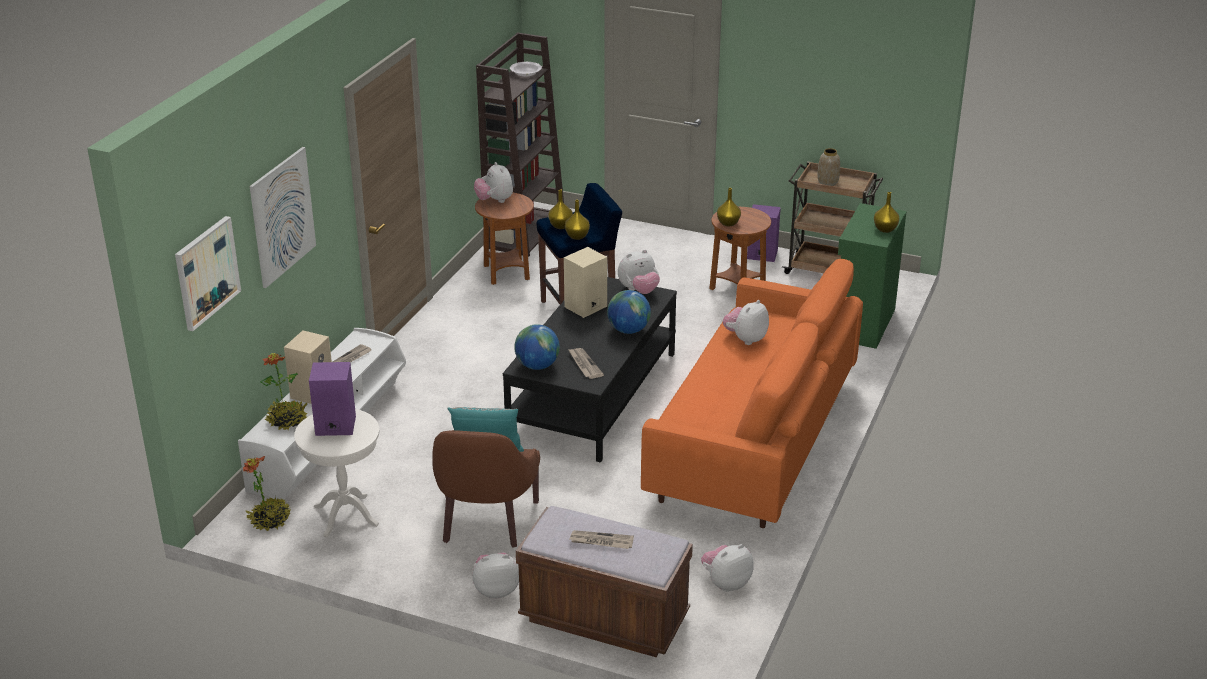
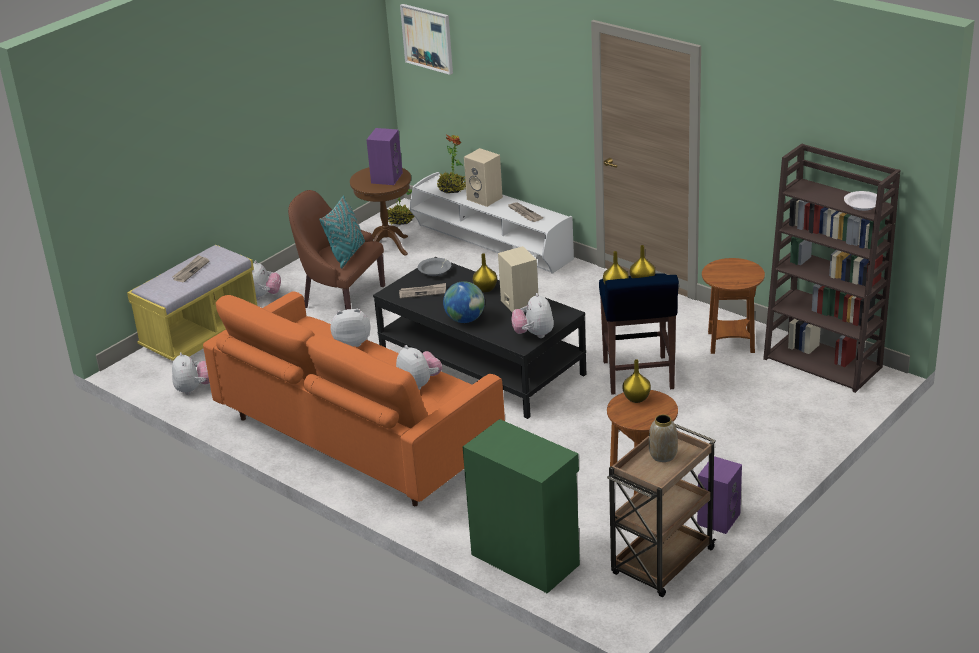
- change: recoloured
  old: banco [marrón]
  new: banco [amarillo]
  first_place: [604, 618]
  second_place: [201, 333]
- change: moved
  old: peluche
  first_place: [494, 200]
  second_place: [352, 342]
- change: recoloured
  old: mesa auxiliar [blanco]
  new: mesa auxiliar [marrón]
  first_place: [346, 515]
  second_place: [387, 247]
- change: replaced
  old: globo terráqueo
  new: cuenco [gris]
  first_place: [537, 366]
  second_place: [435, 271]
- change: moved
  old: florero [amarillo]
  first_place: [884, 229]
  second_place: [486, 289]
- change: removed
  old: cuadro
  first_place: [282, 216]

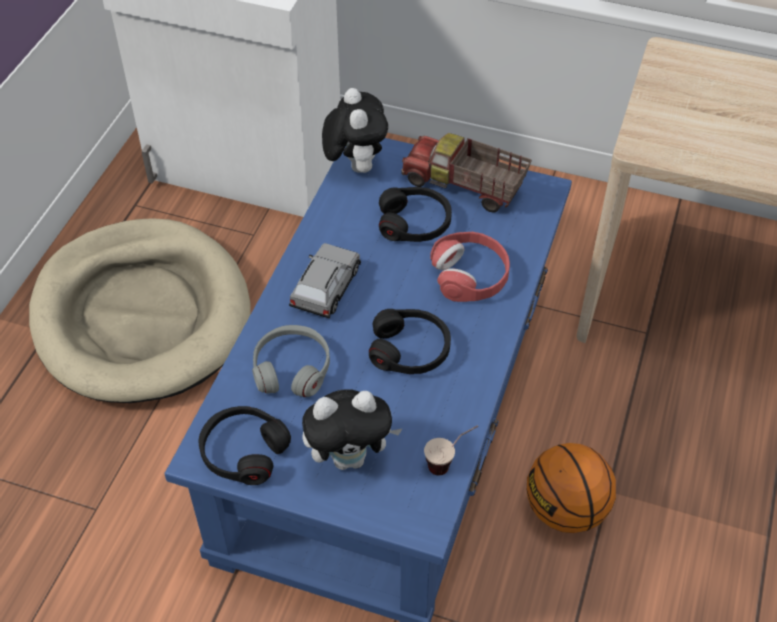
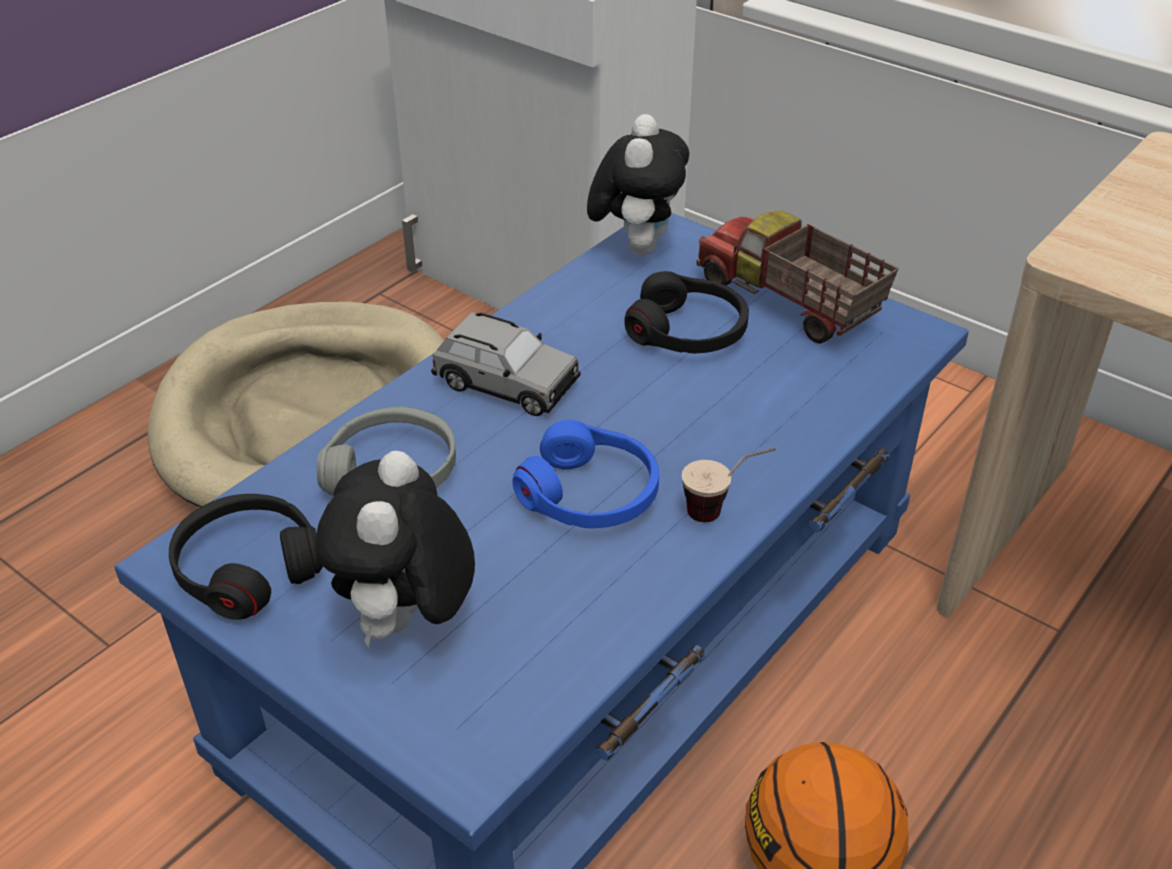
- change: turned
  old: peluche
  first_place: [350, 457]
  second_place: [406, 623]
  degrees: 90
- change: turned
  old: coche de juguete [gris]
  first_place: [326, 289]
  second_place: [506, 384]
  degrees: 75
- change: recoloured
  old: auriculares [negro]
  new: auriculares [azul]
  first_place: [410, 350]
  second_place: [590, 494]
- change: moved
  old: taza
  first_place: [450, 463]
  second_place: [723, 511]
- change: removed
  old: auriculares [rojo]
  first_place: [470, 275]

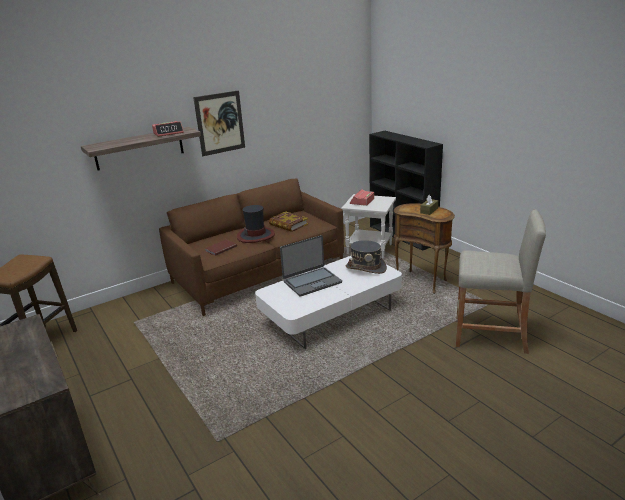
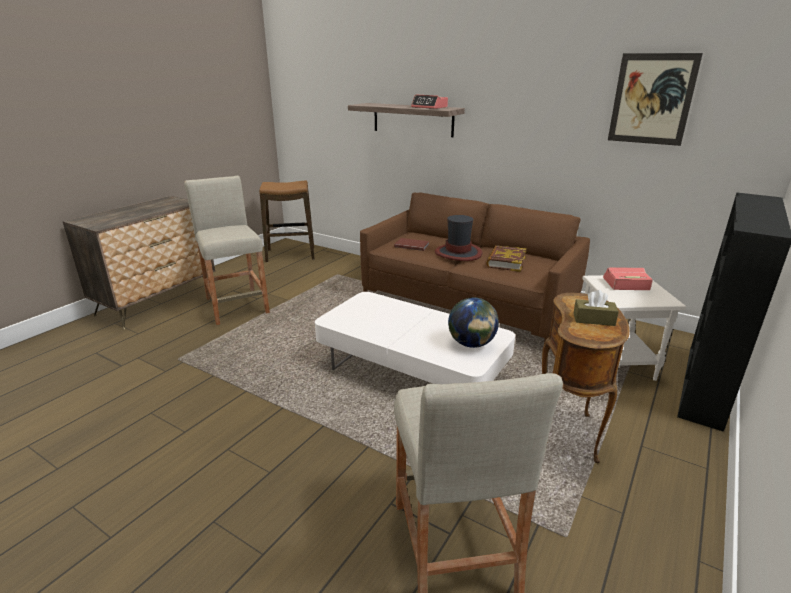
- change: added
  new: taburete [beis]
  second_place: [237, 305]
- change: replaced
  old: sombrero [gris]
  new: globo terráqueo
  first_place: [366, 268]
  second_place: [471, 344]
- change: moved
  old: cuadro
  first_place: [220, 123]
  second_place: [652, 99]
- change: removed
  old: portátil
  first_place: [312, 282]

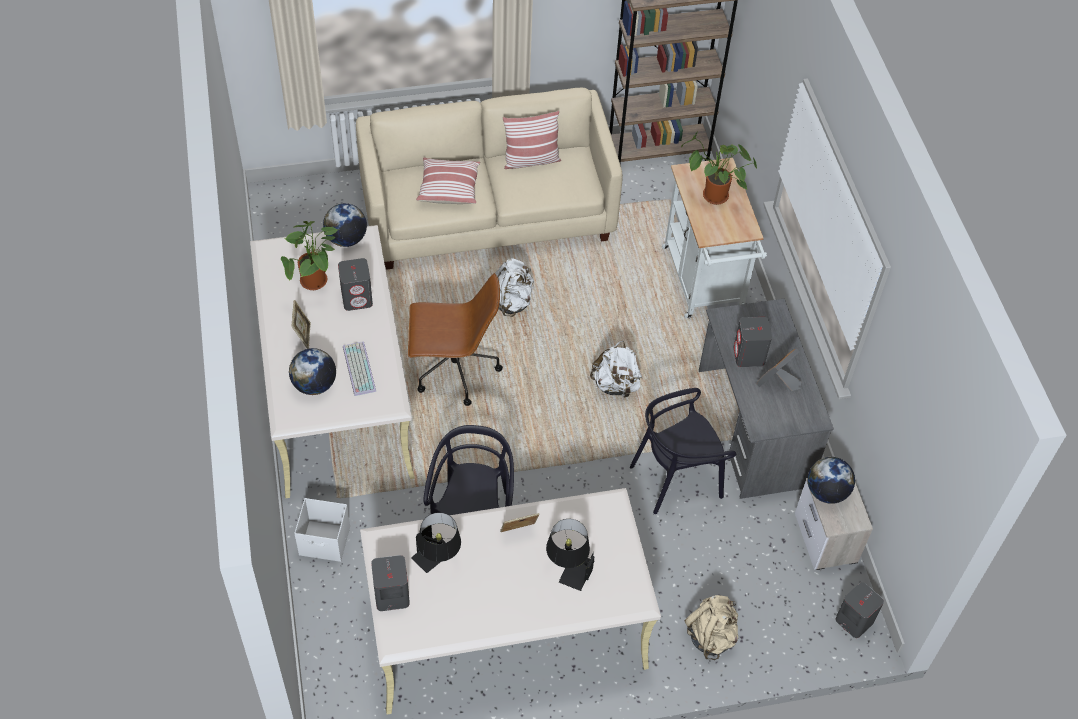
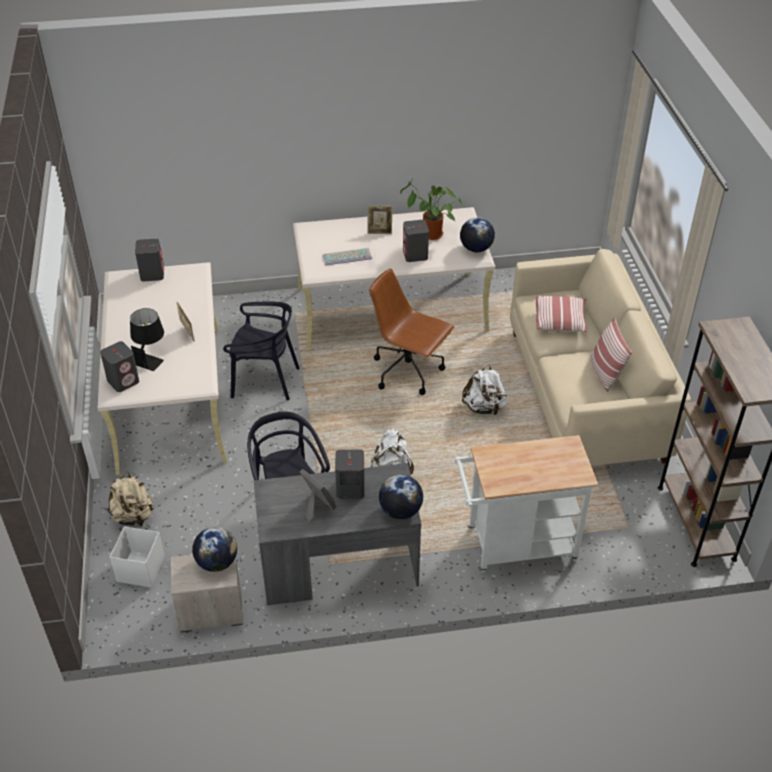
- change: moved
  old: altavoz [gris]
  first_place: [854, 620]
  second_place: [123, 381]
- change: moved
  old: caja de almacenaje [blanco]
  first_place: [325, 541]
  second_place: [140, 570]
- change: turned
  old: silla de oficina [marrón]
  first_place: [454, 371]
  second_place: [408, 372]
  degrees: 120
- change: moved
  old: globo terráqueo
  first_place: [314, 385]
  second_place: [400, 511]
- change: removed
  old: lámpara de mesa [negro]
  first_place: [438, 559]
- change: removed
  old: planta en maceta
  first_place: [712, 197]

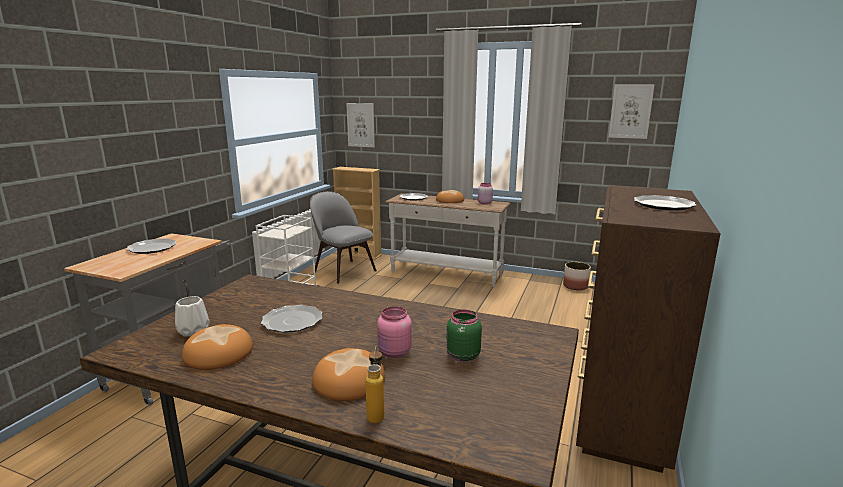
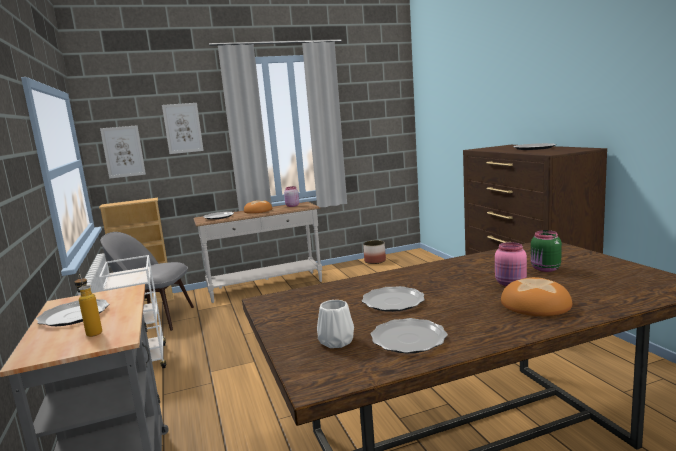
- change: moved
  old: botella
  first_place: [376, 413]
  second_place: [92, 332]
- change: moved
  old: cuadro
  first_place: [630, 111]
  second_place: [183, 128]
- change: replaced
  old: pan
  new: plato
  first_place: [217, 353]
  second_place: [408, 339]

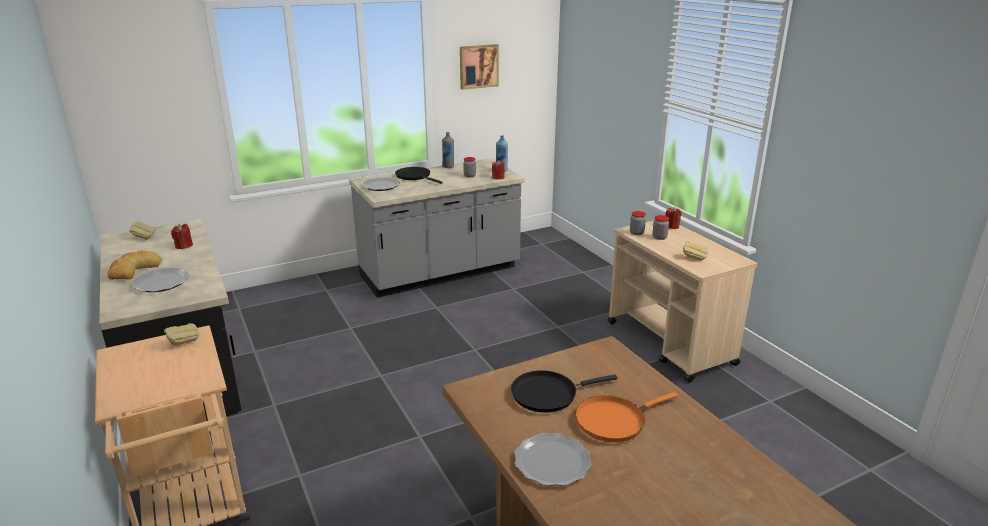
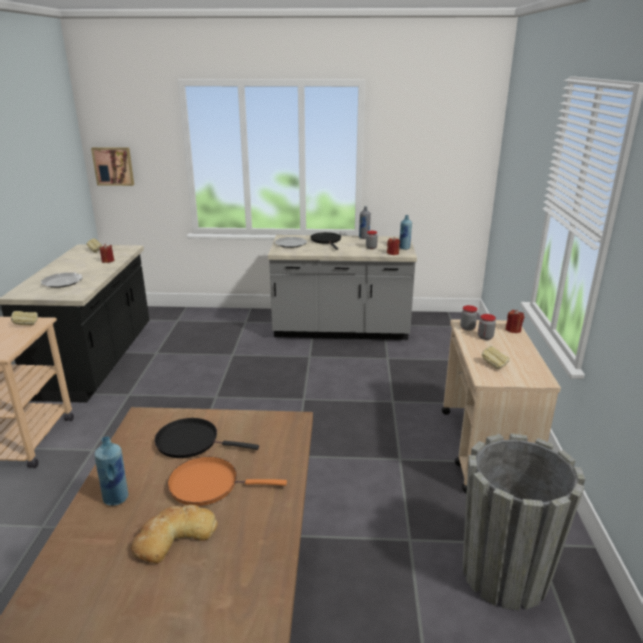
- change: moved
  old: cuadro
  first_place: [478, 66]
  second_place: [113, 166]
- change: replaced
  old: plato
  new: botella [azul]
  first_place: [552, 462]
  second_place: [116, 498]
- change: moved
  old: pan
  first_place: [133, 270]
  second_place: [174, 536]
- change: added
  new: maceta [gris]
  second_place: [504, 573]

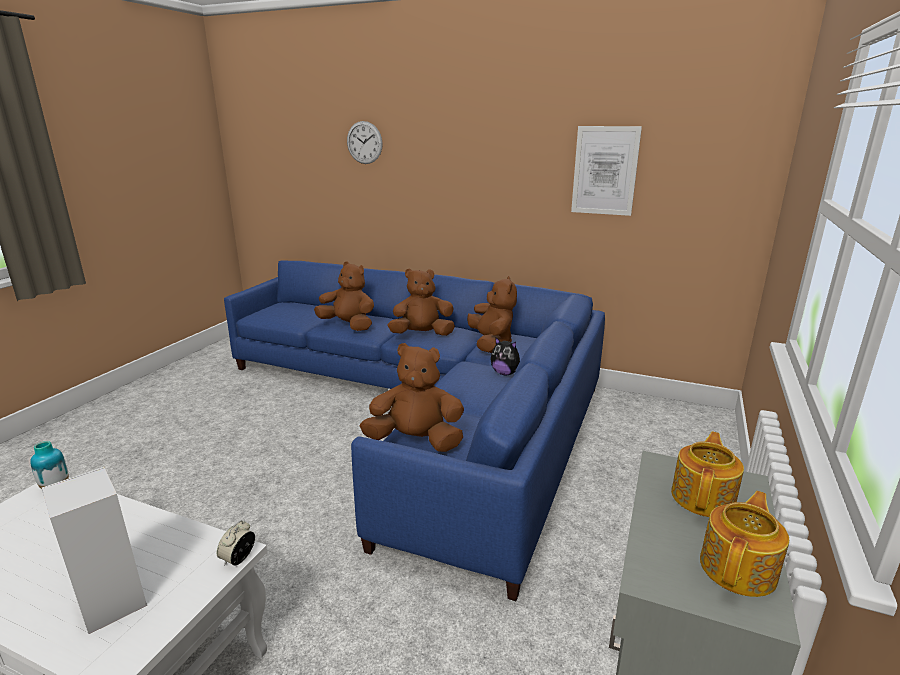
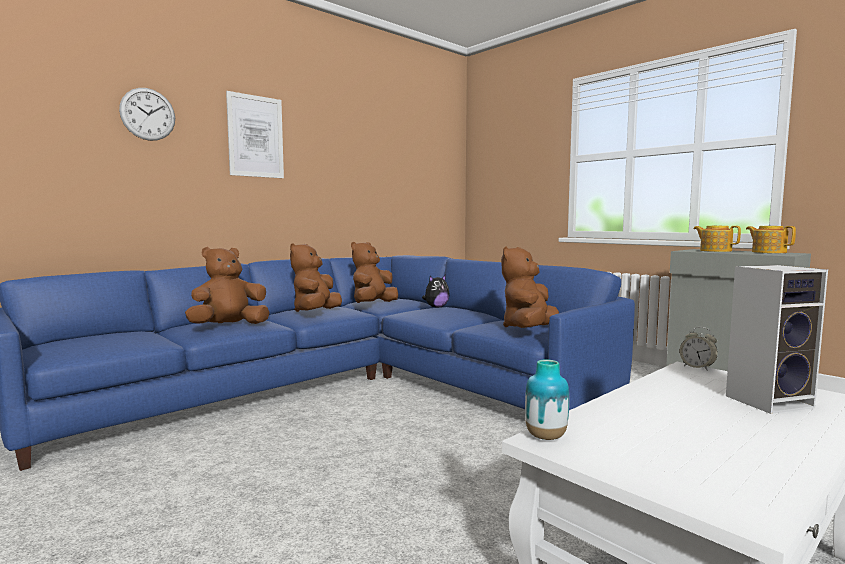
- change: moved
  old: cuadro
  first_place: [605, 171]
  second_place: [255, 136]
- change: turned
  old: peluche [marrón]
  first_place: [491, 343]
  second_place: [373, 304]
  degrees: -75

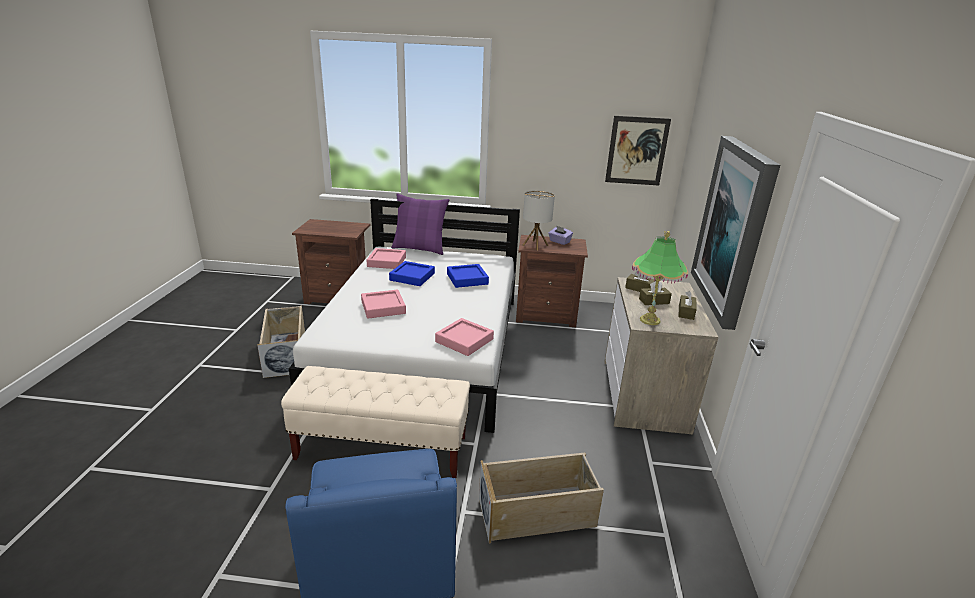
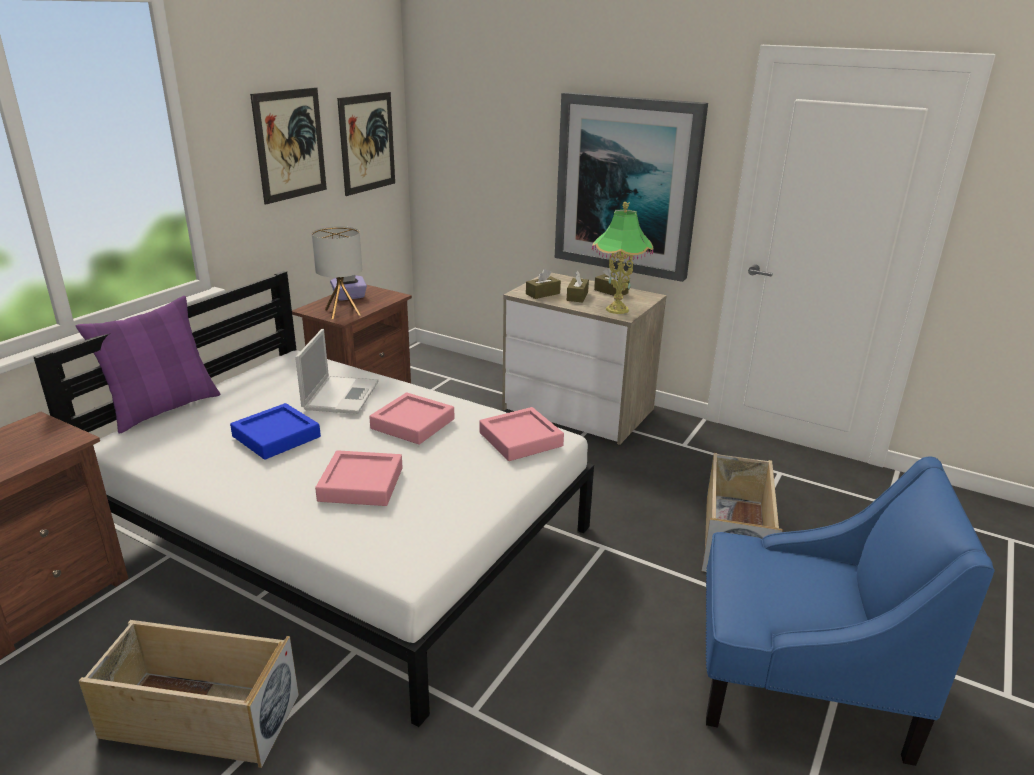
- change: added
  new: cuadro
  second_place: [290, 145]
- change: replaced
  old: bandeja [azul]
  new: portátil
  first_place: [467, 279]
  second_place: [341, 394]
- change: moved
  old: bandeja [rosa]
  first_place: [386, 262]
  second_place: [412, 424]
- change: removed
  old: banco [beis]
  first_place: [382, 448]

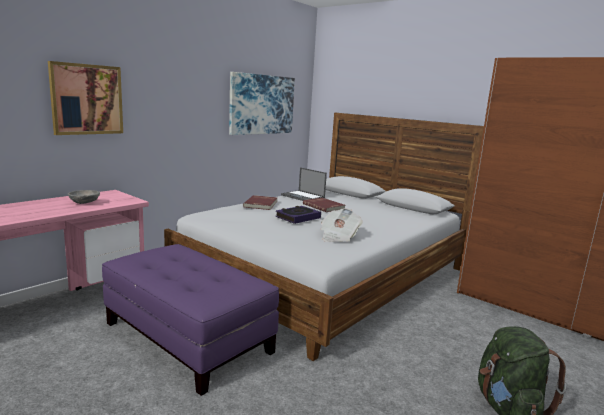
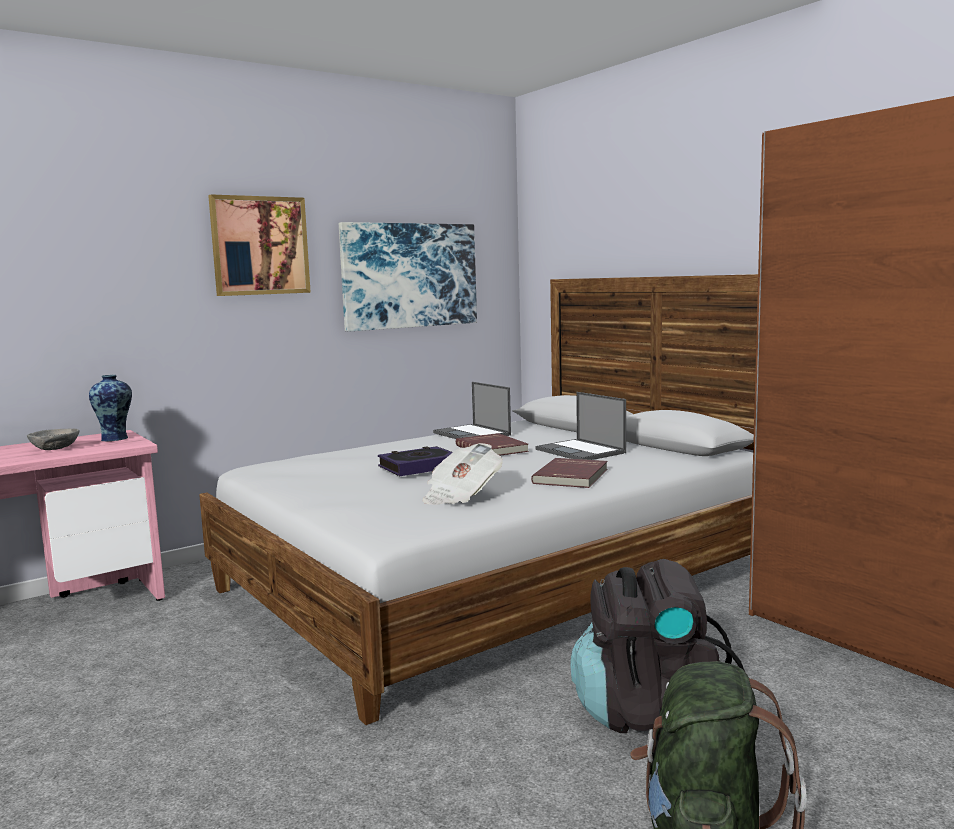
- change: added
  new: florero
  second_place: [115, 438]
- change: moved
  old: cuadro
  first_place: [87, 99]
  second_place: [260, 246]
- change: moved
  old: libro [rojo]
  first_place: [261, 204]
  second_place: [572, 476]
- change: added
  new: portátil
  second_place: [581, 451]
- change: added
  new: mochila [negro]
  second_place: [650, 712]
- change: removed
  old: puf [morado]
  first_place: [189, 337]

